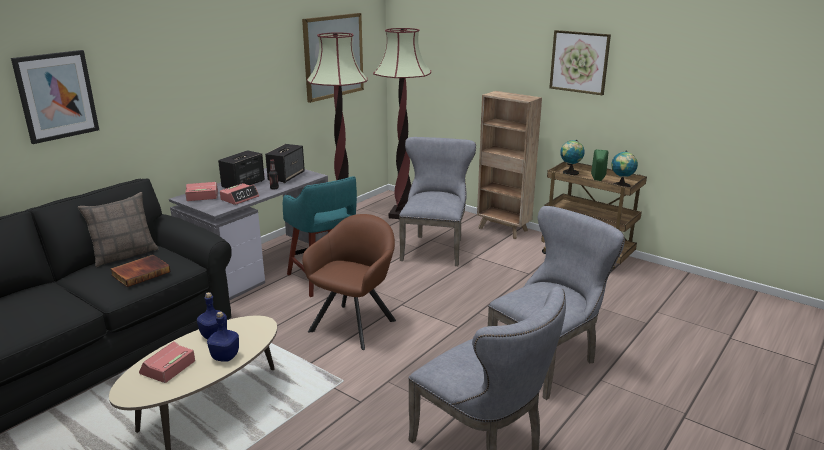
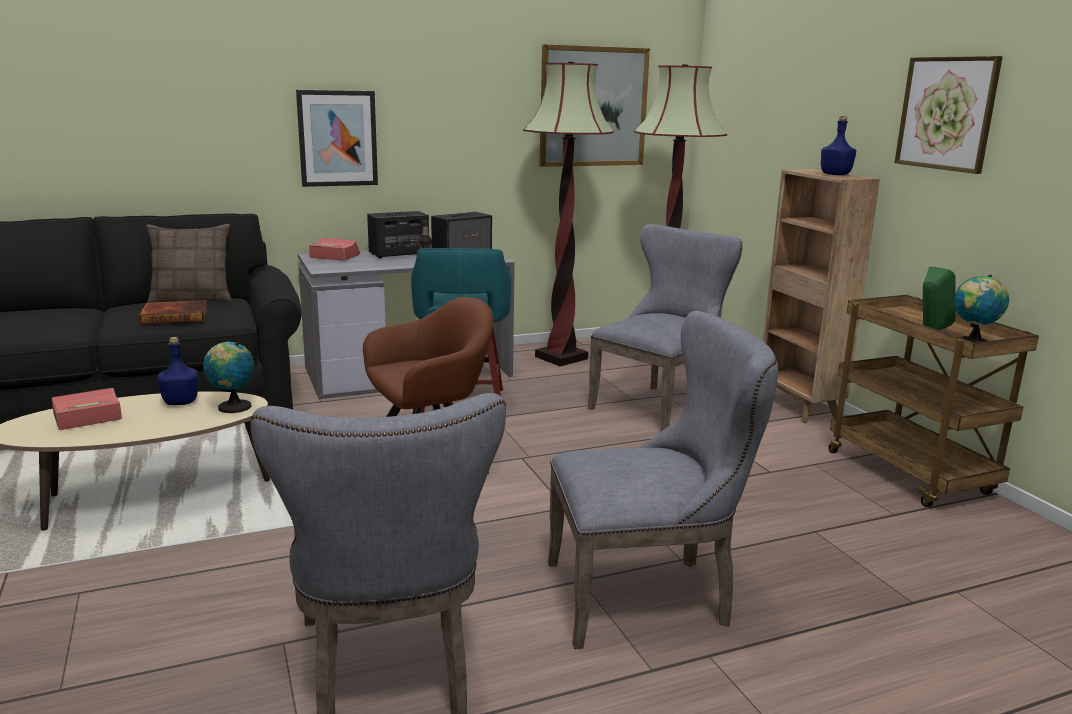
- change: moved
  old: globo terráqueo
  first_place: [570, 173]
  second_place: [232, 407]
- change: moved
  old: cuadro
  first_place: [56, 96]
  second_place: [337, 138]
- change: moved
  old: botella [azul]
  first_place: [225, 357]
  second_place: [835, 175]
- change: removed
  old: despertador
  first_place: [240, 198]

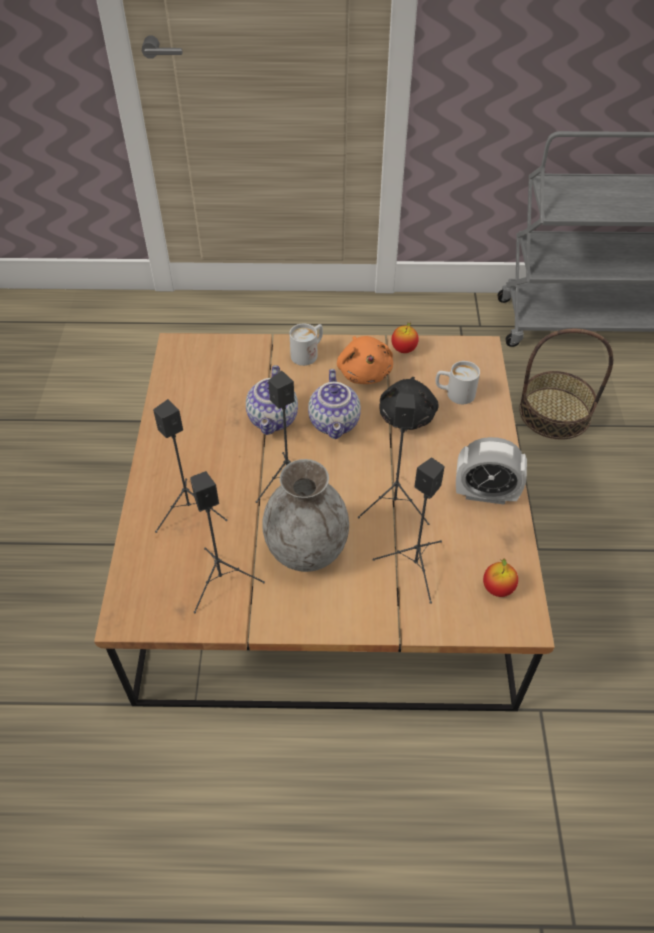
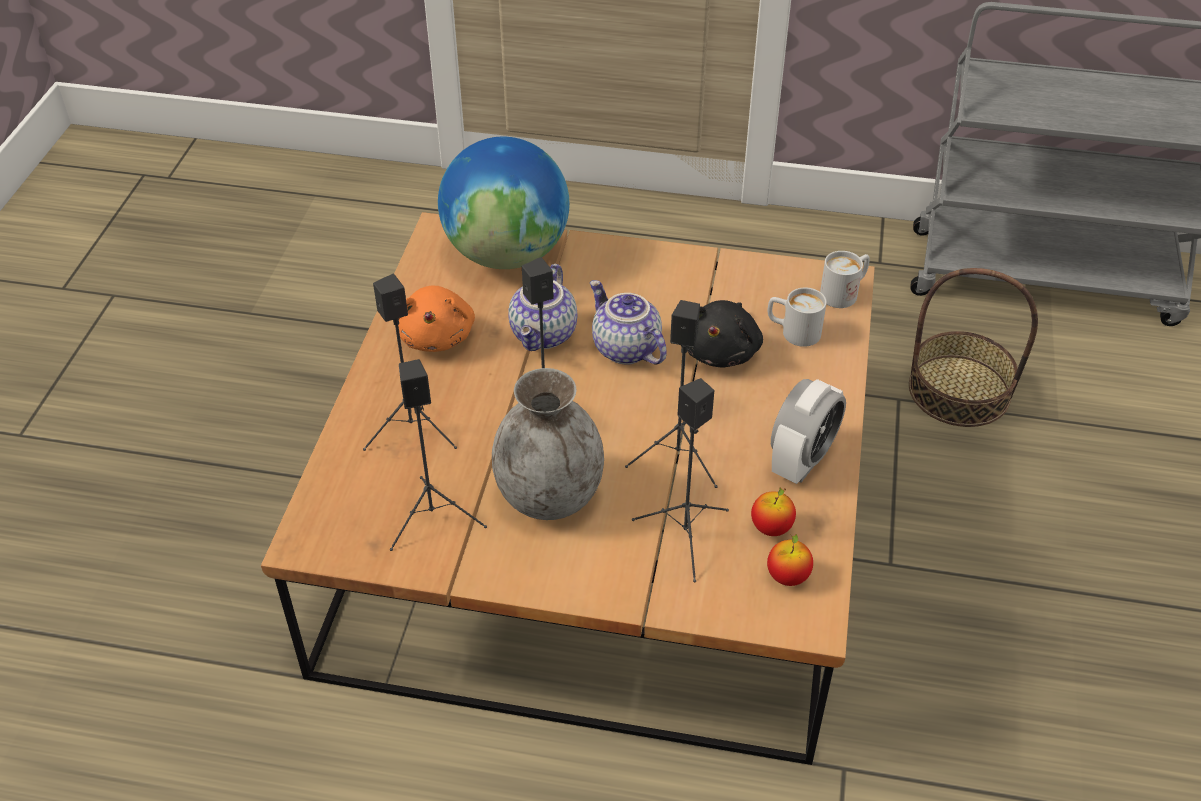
- change: moved
  old: peluche [naranja]
  first_place: [364, 372]
  second_place: [437, 335]
- change: added
  new: globo terráqueo
  second_place: [507, 253]
- change: turned
  old: tetera
  first_place: [335, 423]
  second_place: [624, 349]
  degrees: 135
- change: moved
  old: manzana
  first_place: [404, 349]
  second_place: [771, 528]
- change: turned
  old: despertador
  first_place: [485, 494]
  second_place: [802, 460]
  degrees: -75
- change: moved
  old: taza grande [blanco]
  first_place: [308, 353]
  second_place: [844, 292]

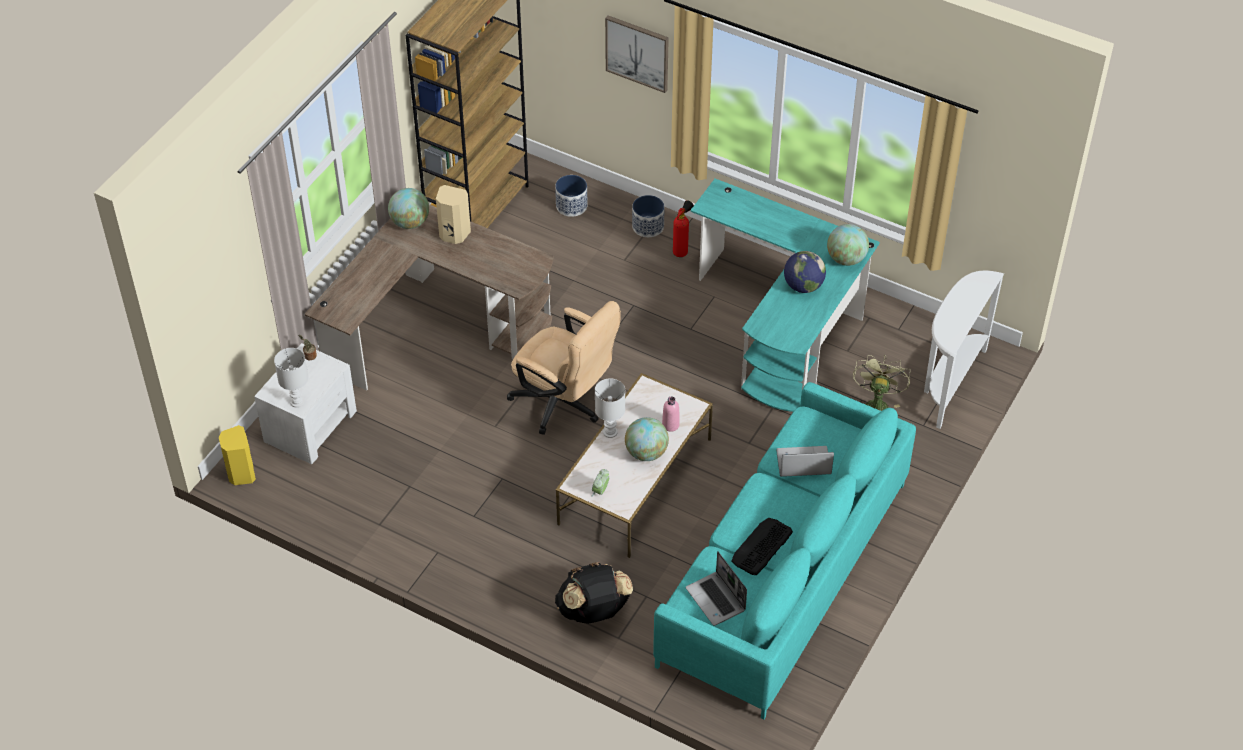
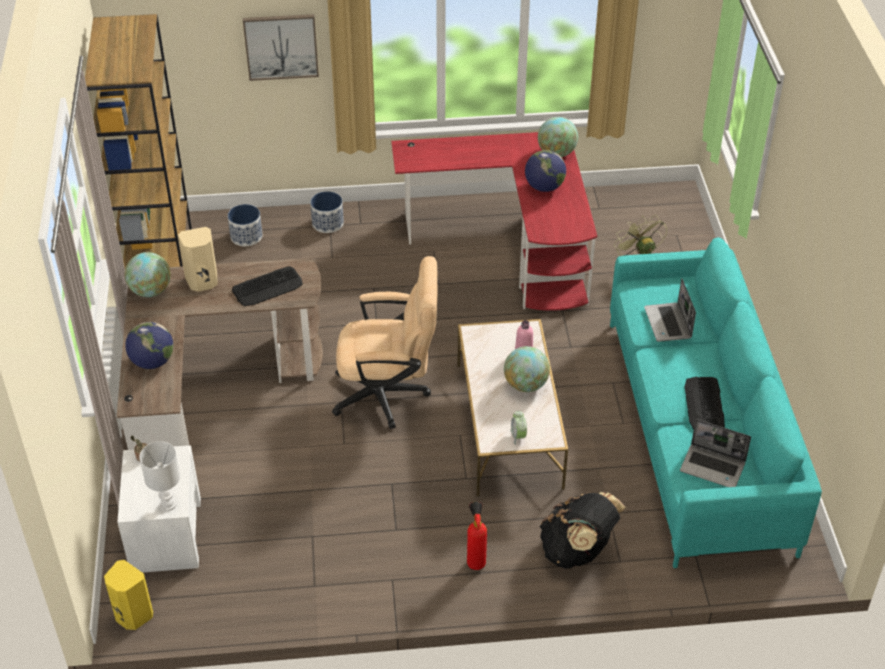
- change: added
  new: globo terráqueo
  second_place: [152, 362]
- change: added
  new: teclado
  second_place: [268, 287]
- change: recoloured
  old: escritorio [turquesa]
  new: escritorio [rojo]
  first_place: [785, 326]
  second_place: [511, 246]
- change: moved
  old: extintor
  first_place: [682, 251]
  second_place: [475, 560]
- change: turned
  old: portátil
  first_place: [802, 463]
  second_place: [668, 323]
  degrees: -60
- change: removed
  old: lámpara de mesa [blanco]
  first_place: [610, 432]
- change: removed
  old: mesa consola [blanco]
  first_place: [949, 383]

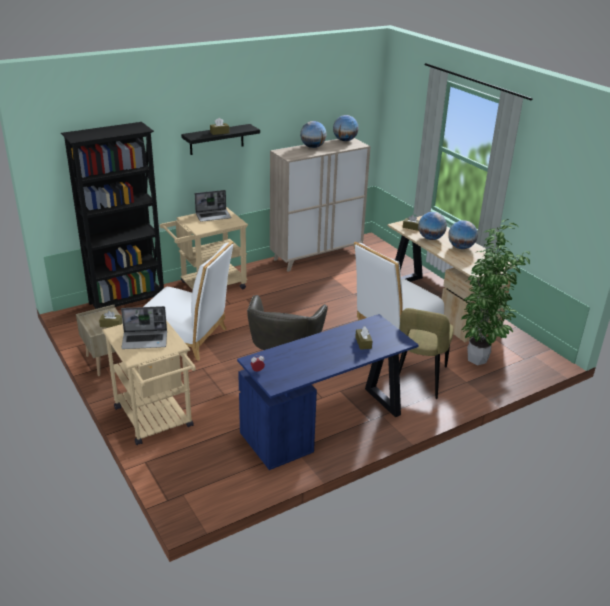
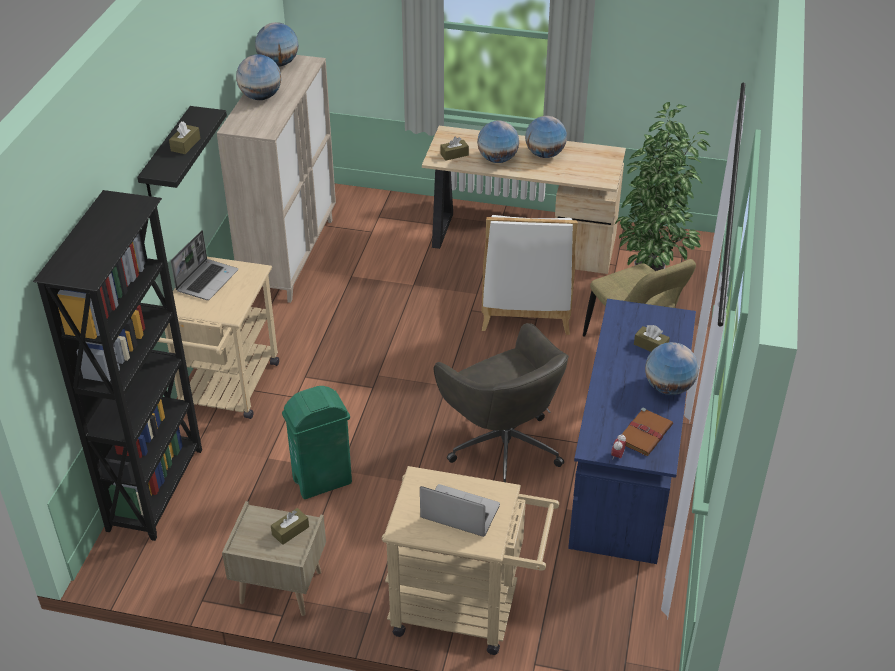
- change: replaced
  old: silla [blanco]
  new: papelera [verde]
  first_place: [187, 338]
  second_place: [323, 481]
- change: turned
  old: portátil
  first_place: [145, 340]
  second_place: [459, 513]
  degrees: -105
- change: added
  new: libro [marrón]
  second_place: [645, 433]
- change: added
  new: globo terráqueo
  second_place: [668, 387]

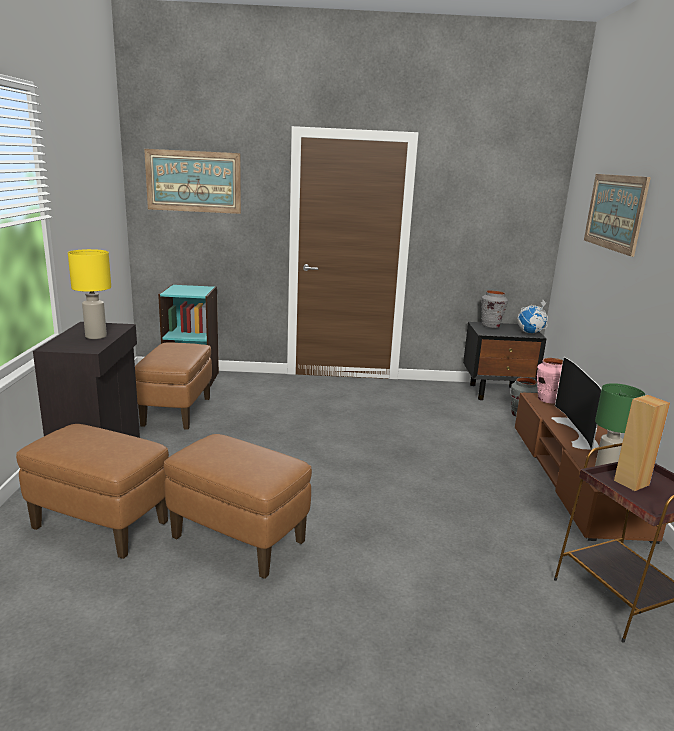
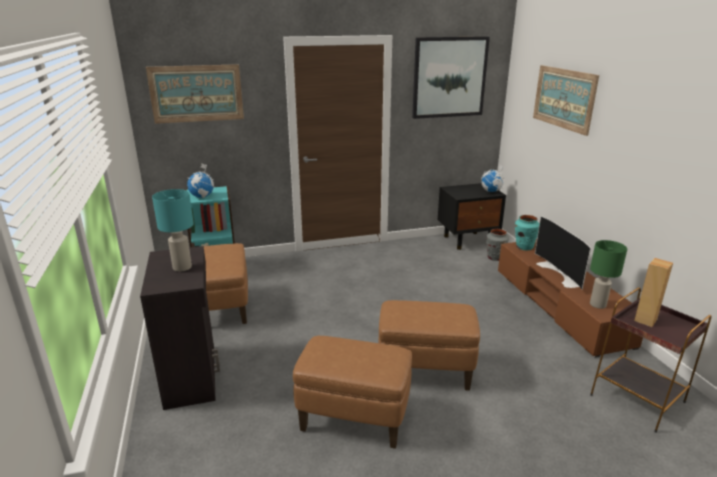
- change: recoloured
  old: lámpara de mesa [amarillo]
  new: lámpara de mesa [turquesa]
  first_place: [95, 336]
  second_place: [181, 267]
- change: added
  new: globo terráqueo
  second_place: [202, 196]
- change: moved
  old: puf [marrón]
  first_place: [101, 525]
  second_place: [425, 371]
- change: added
  new: cuadro
  second_place: [449, 77]
- change: recoloured
  old: florero [rosa]
  new: florero [turquesa]
  first_place: [548, 399]
  second_place: [524, 247]
- change: removed
  old: florero [gris]
  first_place: [490, 326]

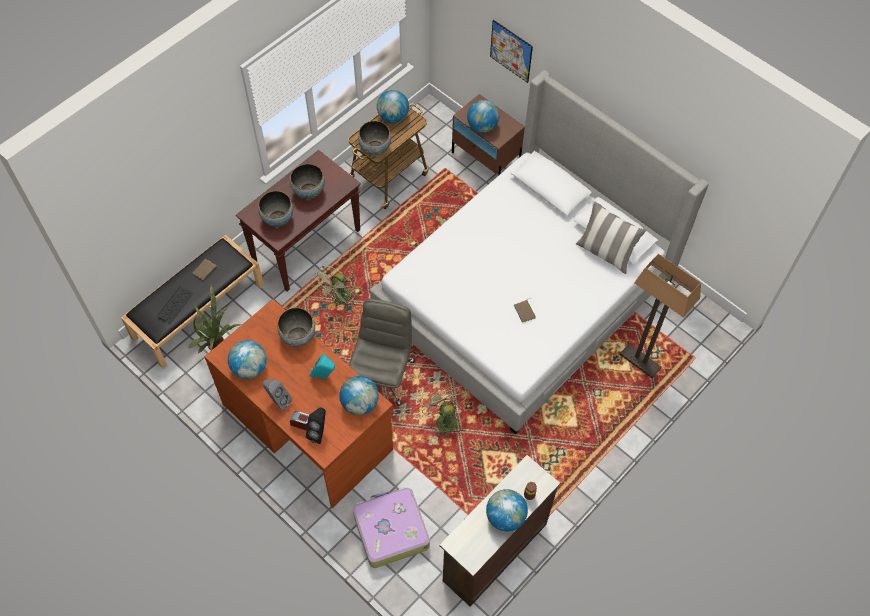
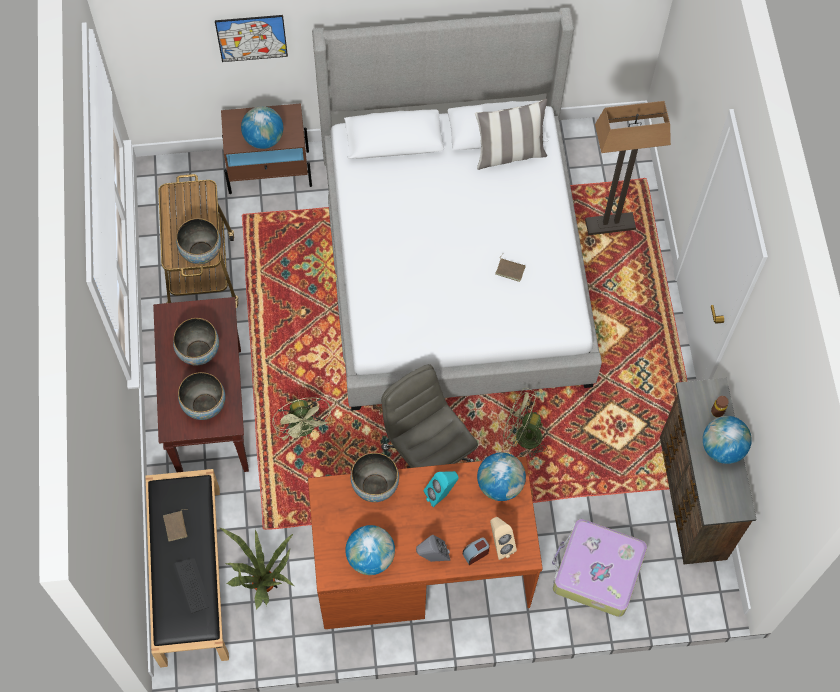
- change: recoloured
  old: altavoz [negro]
  new: altavoz [beis]
  first_place: [319, 432]
  second_place: [499, 544]
- change: removed
  old: globo terráqueo
  first_place: [393, 117]

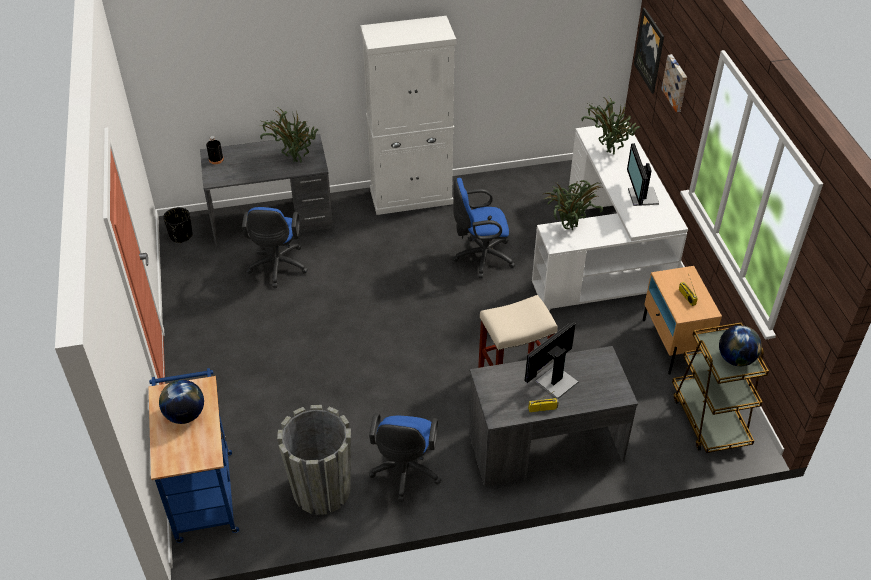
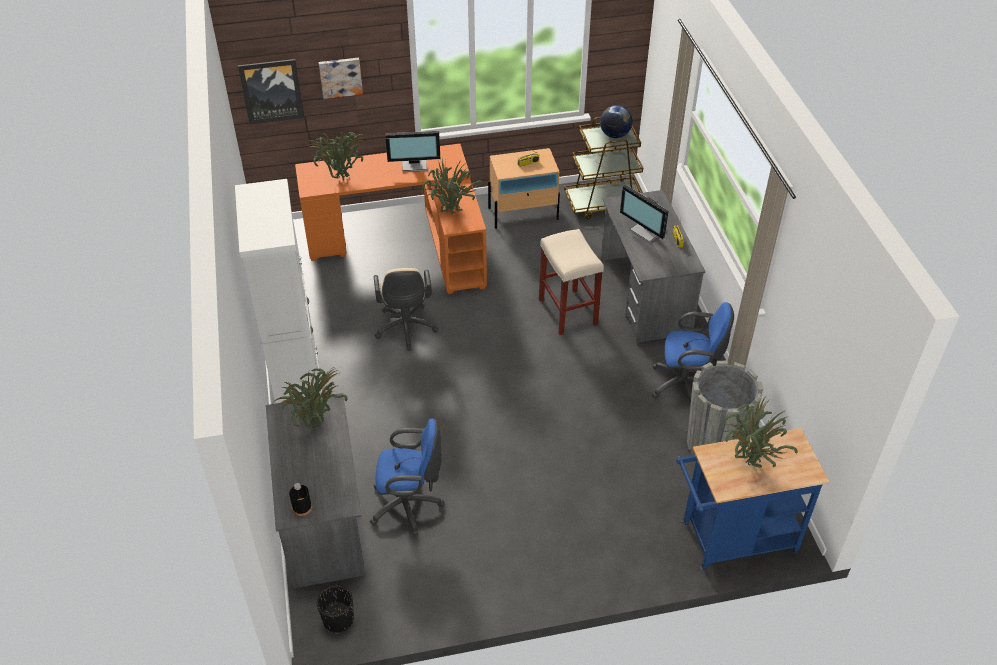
- change: recoloured
  old: escritorio [blanco]
  new: escritorio [naranja]
  first_place: [607, 253]
  second_place: [407, 242]
- change: recoloured
  old: silla de oficina [azul]
  new: silla de oficina [beis]
  first_place: [480, 257]
  second_place: [406, 330]
- change: replaced
  old: globo terráqueo
  new: planta en maceta
  first_place: [185, 415]
  second_place: [748, 464]

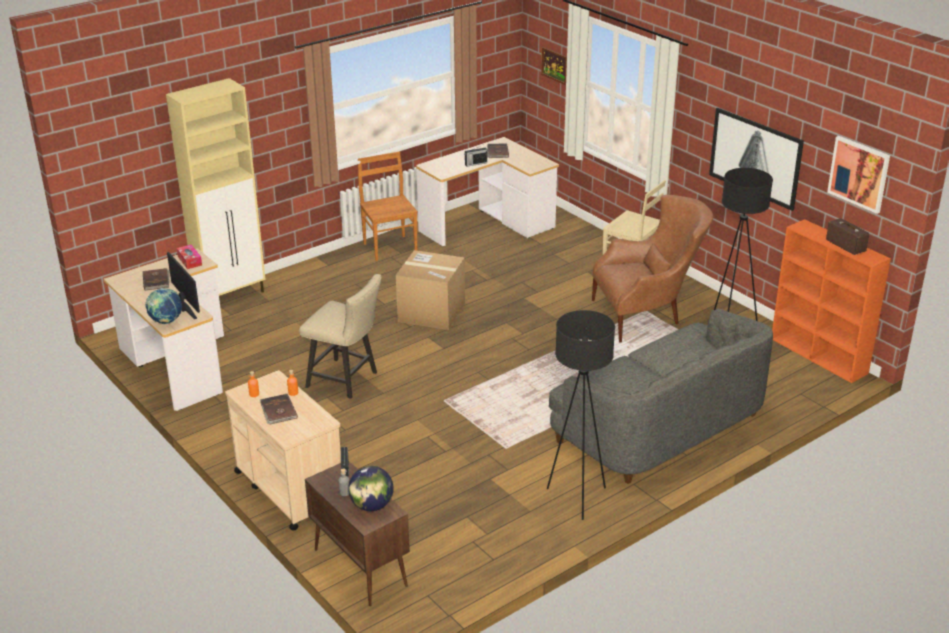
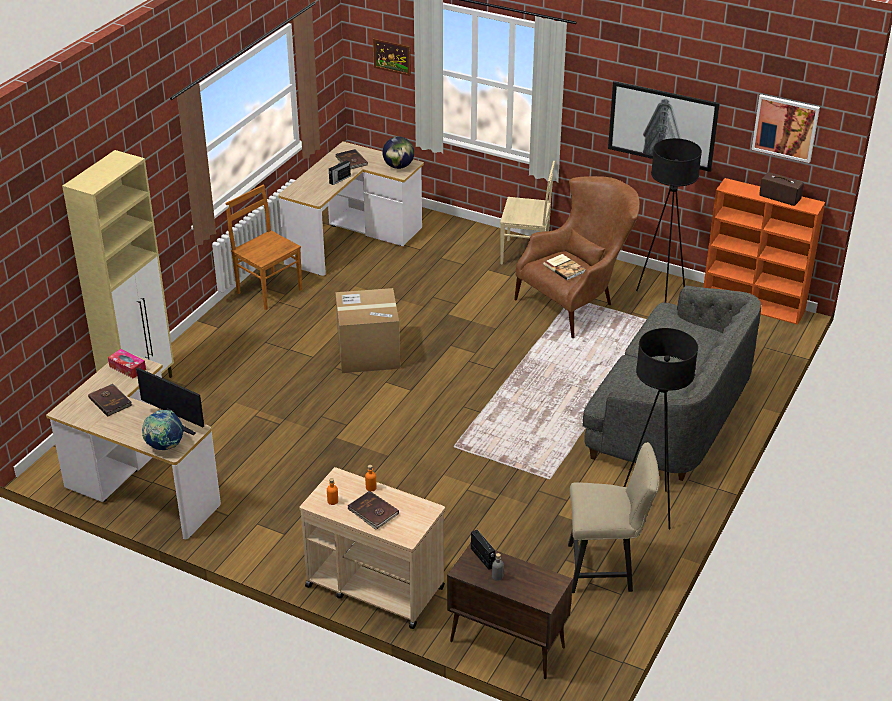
- change: moved
  old: globo terráqueo
  first_place: [371, 506]
  second_place: [398, 166]
- change: added
  new: libro
  second_place: [564, 268]
- change: moved
  old: silla [beis]
  first_place: [346, 380]
  second_place: [606, 569]

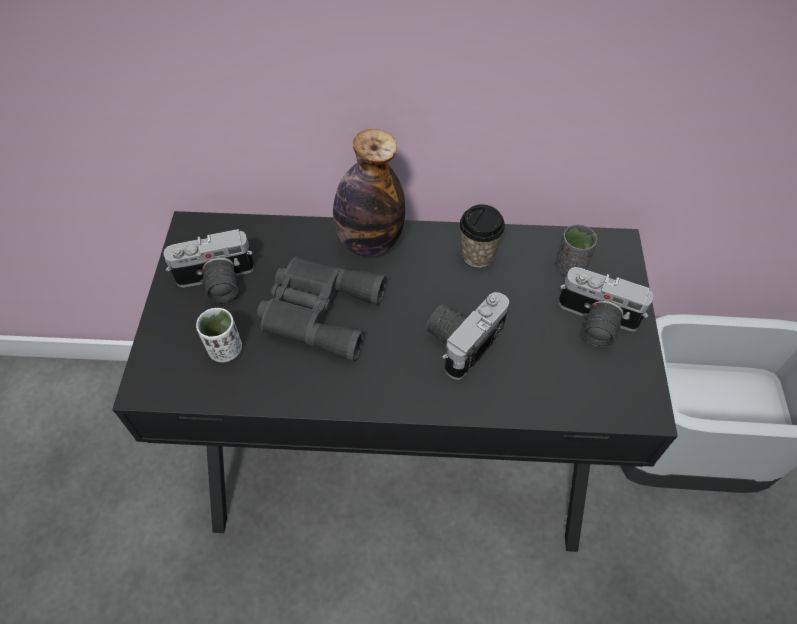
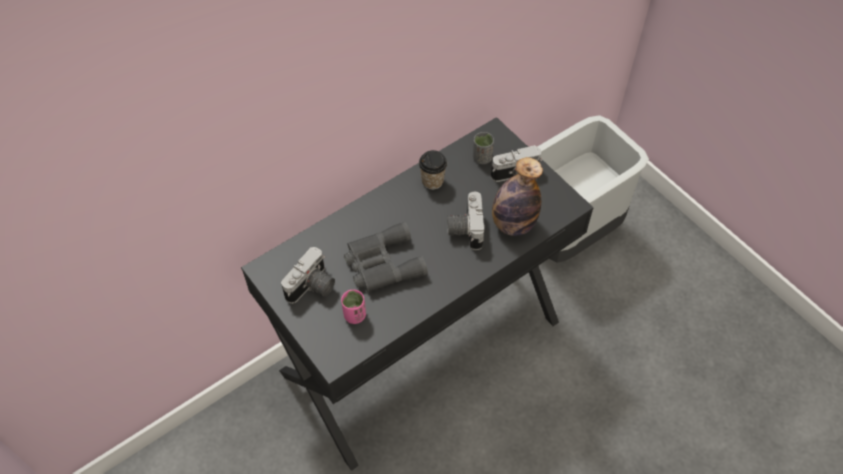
- change: recoloured
  old: taza [blanco]
  new: taza [rosa]
  first_place: [225, 349]
  second_place: [354, 315]
- change: moved
  old: botella
  first_place: [369, 241]
  second_place: [513, 224]

